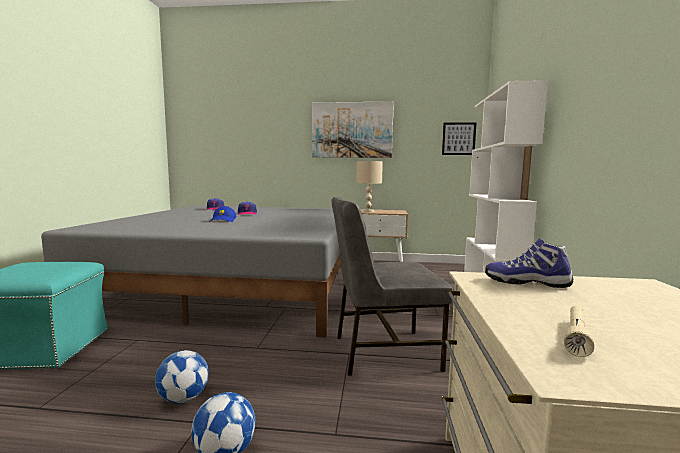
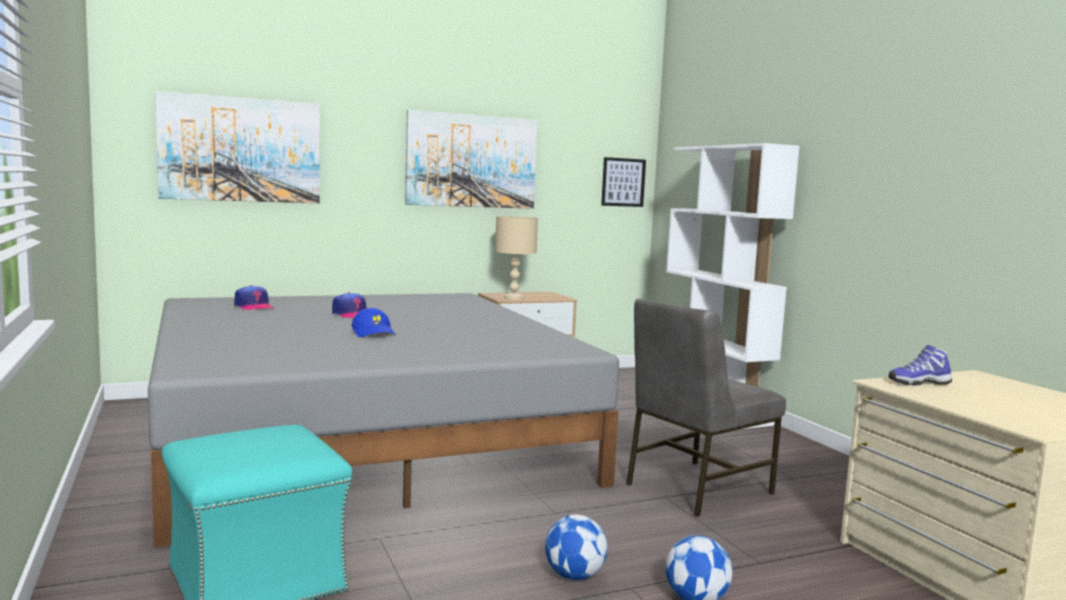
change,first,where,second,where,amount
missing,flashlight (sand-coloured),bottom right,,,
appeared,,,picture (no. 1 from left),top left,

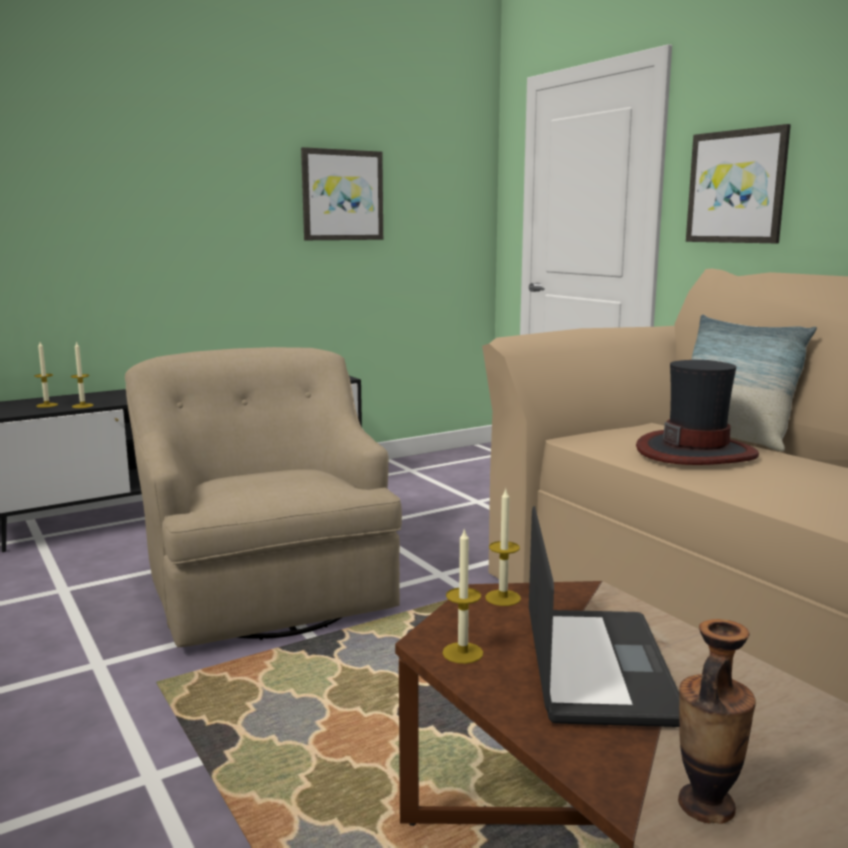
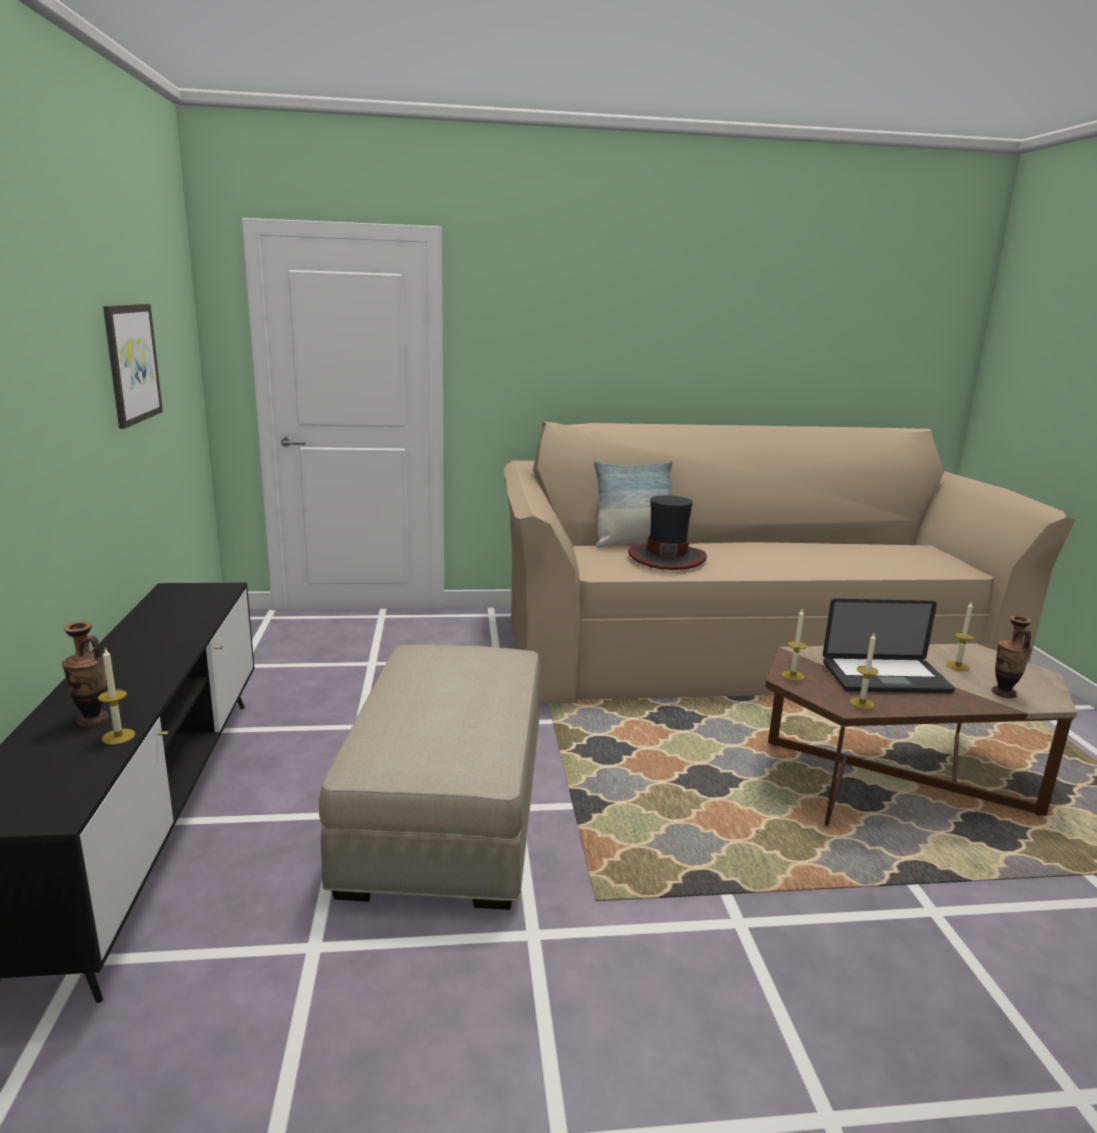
change,first,where,second,where,amount
relocated,wax candle (no. 1 from left in the first image),middle left,wax candle (no. 4 from left),middle right,
exchanged,lounge chair (sand-coloured),middle left,footrest (sand-coloured),bottom centre,
spun,laptop,bottom right,,middle right,150 degrees clockwise
missing,picture (no. 2 from left),top right,,,
appeared,,,flower vase (no. 1 from left),middle left,

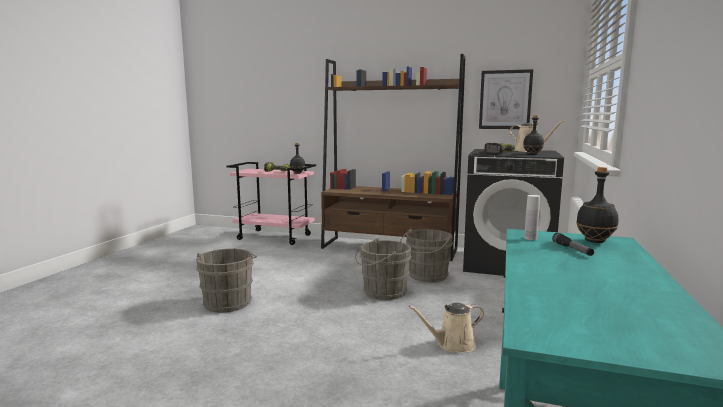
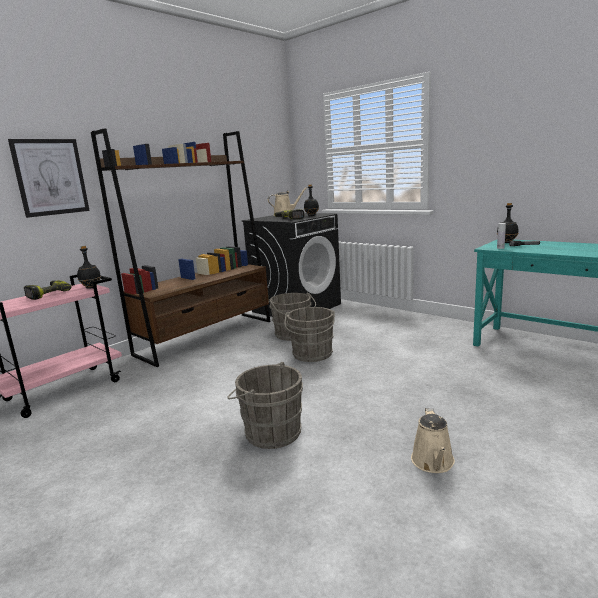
change,first,where,second,where,amount
relocated,watering can (sand-coloured) (no. 1 from left in the first image),bottom centre,watering can (sand-coloured) (no. 2 from left),bottom right,
relocated,picture,top right,,top left,

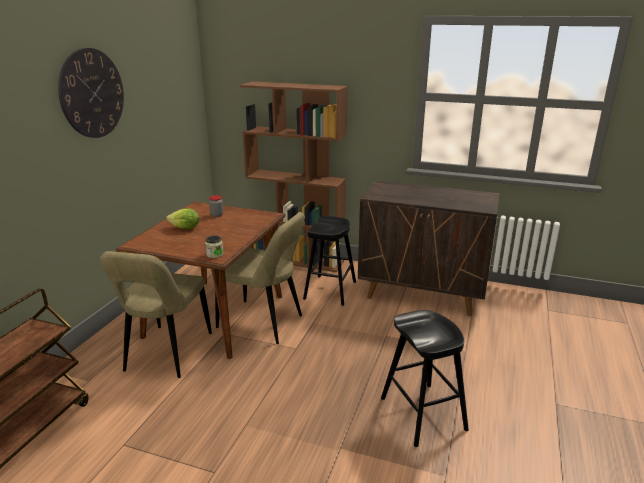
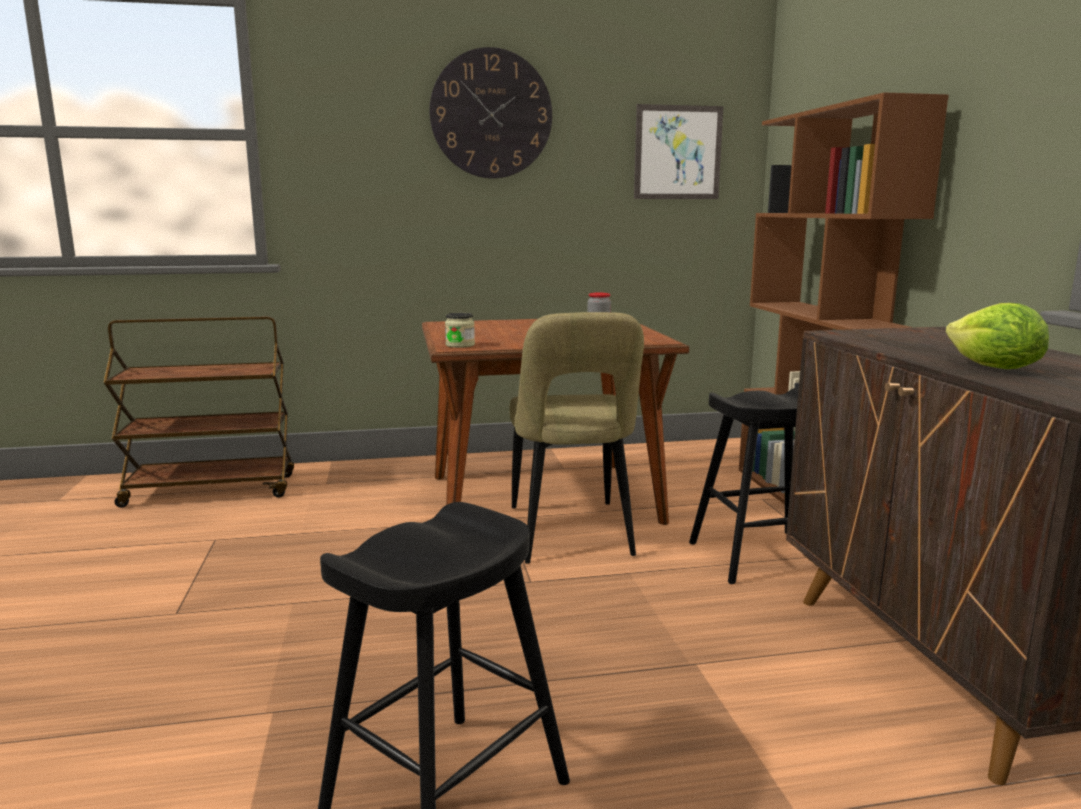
change,first,where,second,where,amount
missing,plain chair (sand-coloured) (no. 1 from left),middle left,,,
relocated,head of lettuce,middle left,,middle right,
appeared,,,picture,top centre,

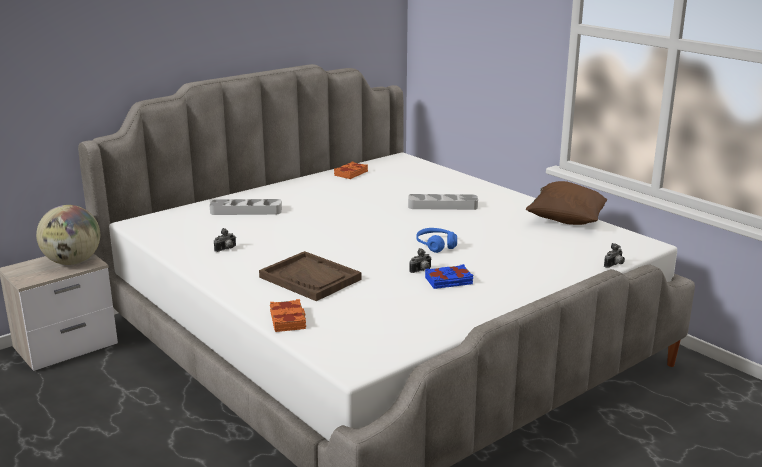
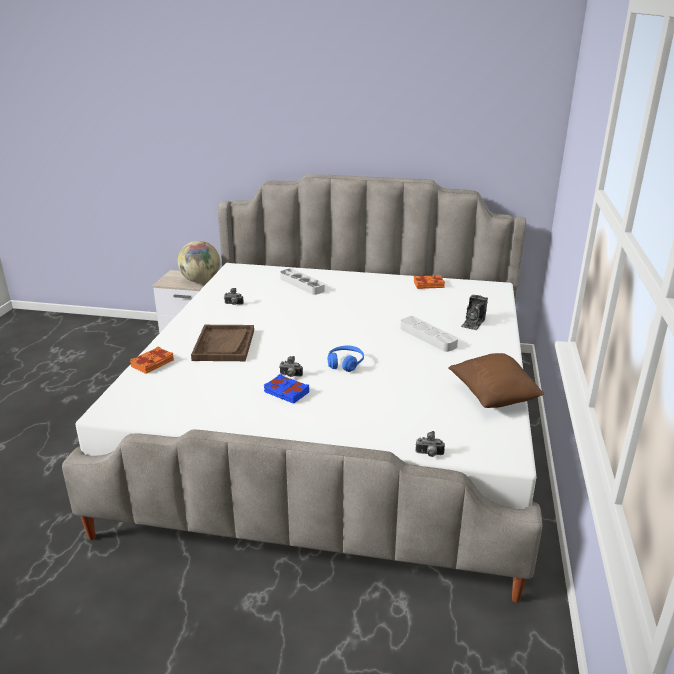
change,first,where,second,where,amount
appeared,,,still camera (no. 4 from left),middle right,

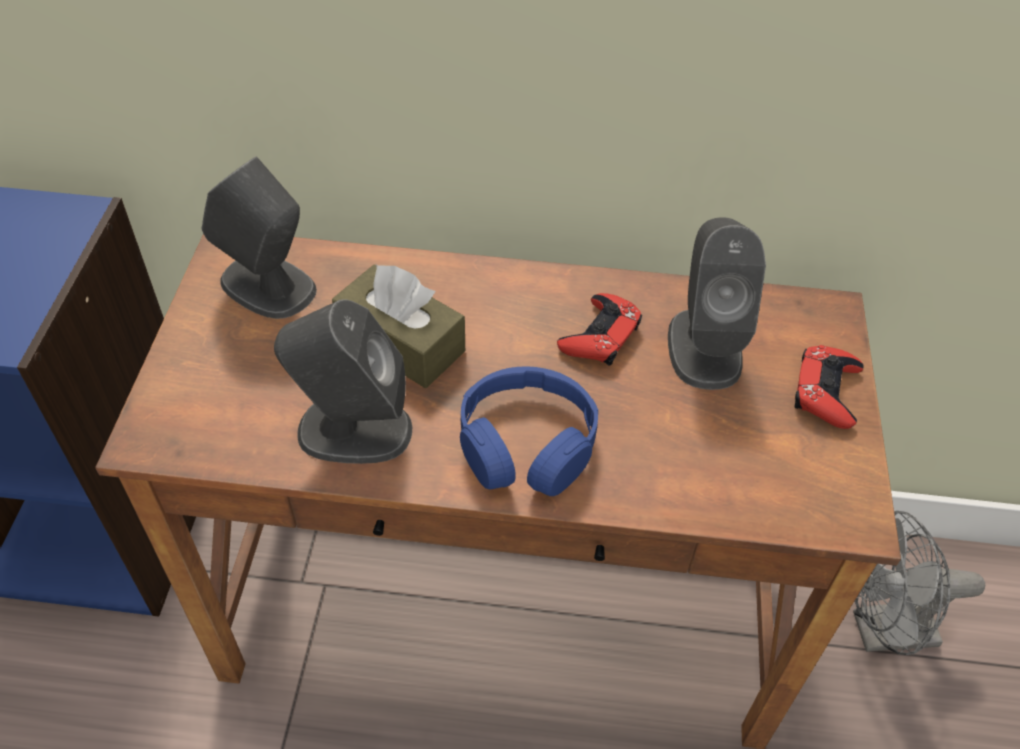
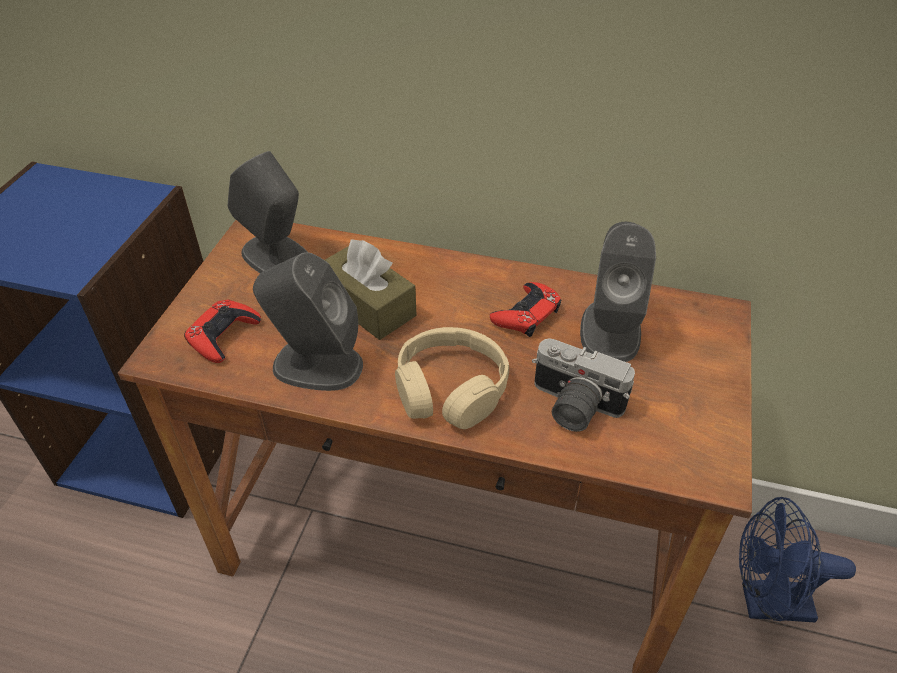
change,first,where,second,where,amount
colour,headset (blue),centre,headset (sand-coloured),centre,
relocated,gamepad (red-coloured) (no. 2 from left in the first image),middle right,gamepad (red-coloured) (no. 1 from left),middle left,
colour,fan (grey),bottom right,fan (blue),bottom right,
appeared,,,still camera,centre,

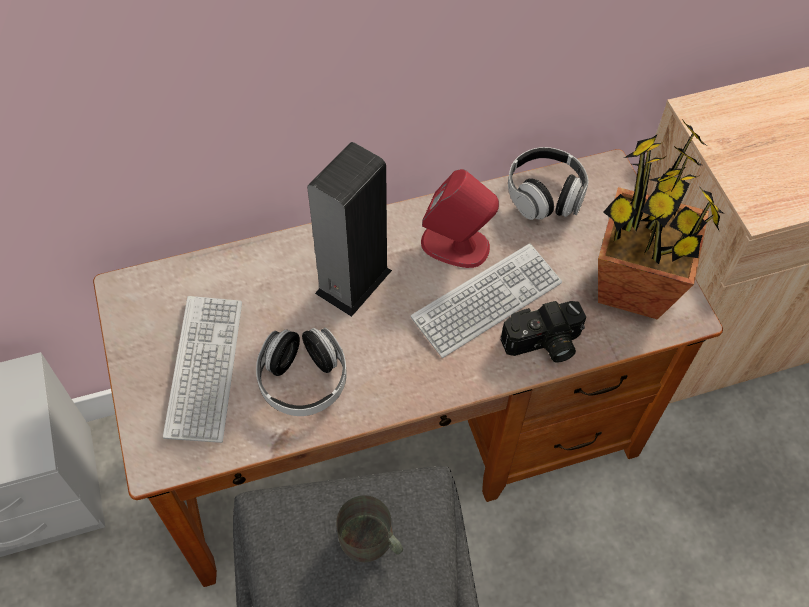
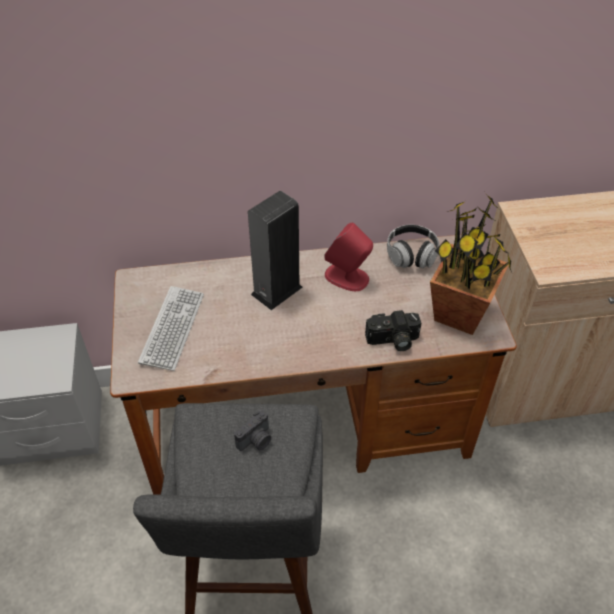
change,first,where,second,where,amount
missing,headset (no. 1 from left),centre,,,
exchanged,mug (grey),bottom centre,still camera (no. 1 from left),bottom centre,
missing,PC keyboard (no. 2 from left),centre,,,

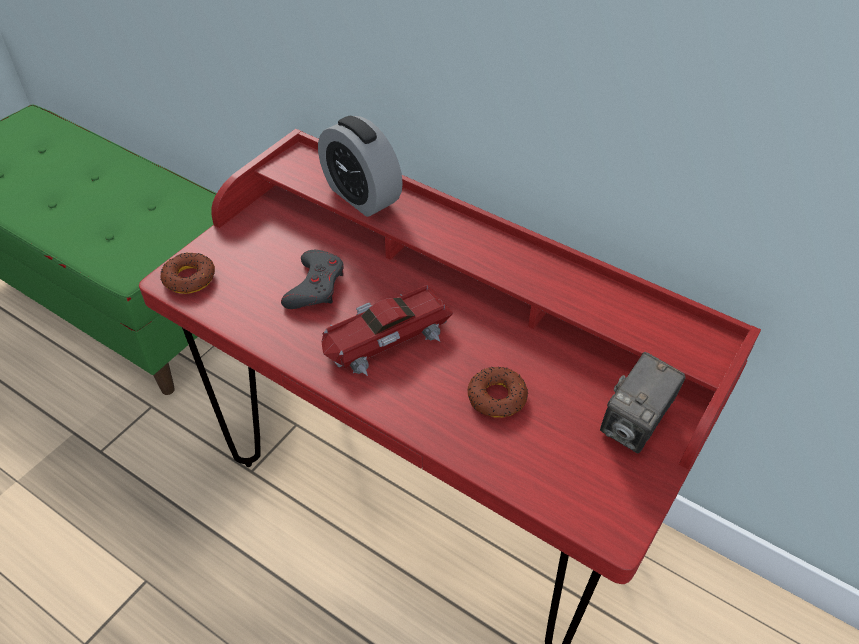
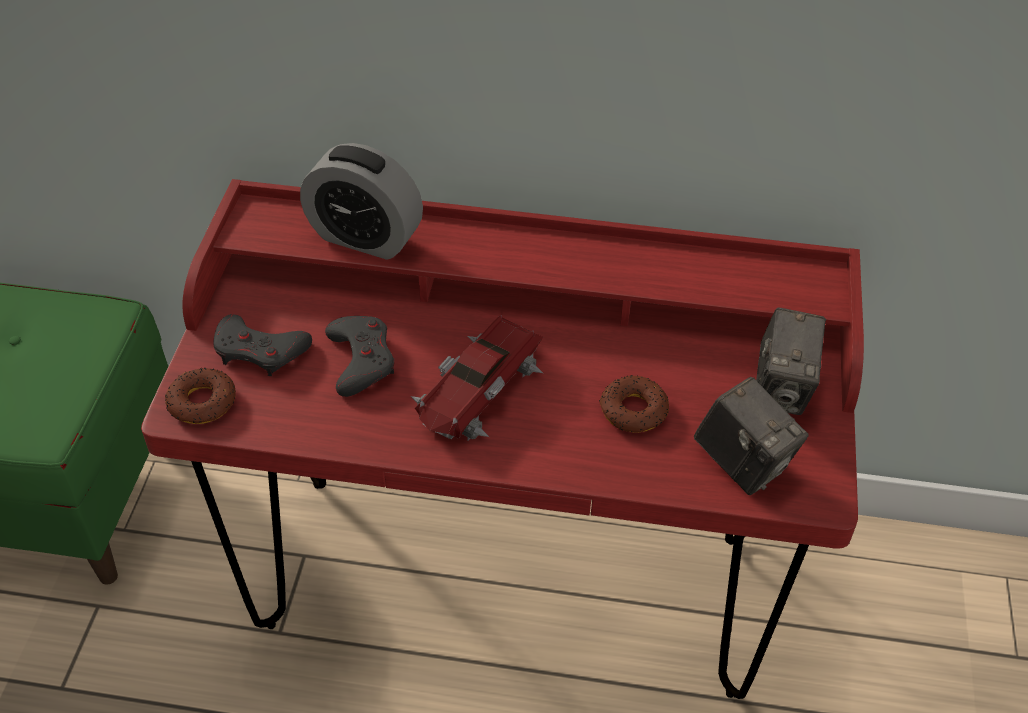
change,first,where,second,where,amount
appeared,,,gamepad (grey) (no. 1 from left),middle left,
appeared,,,still camera (no. 1 from left),middle right,

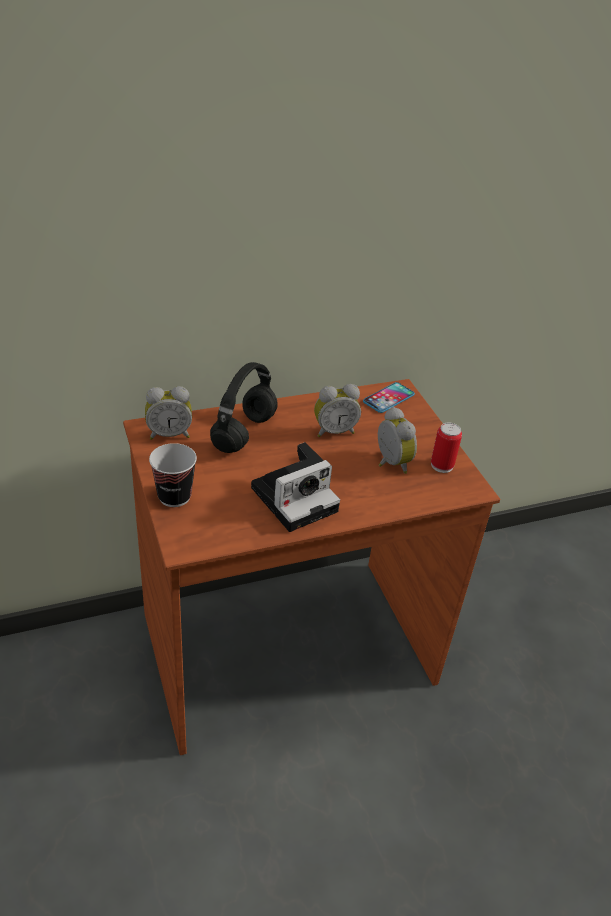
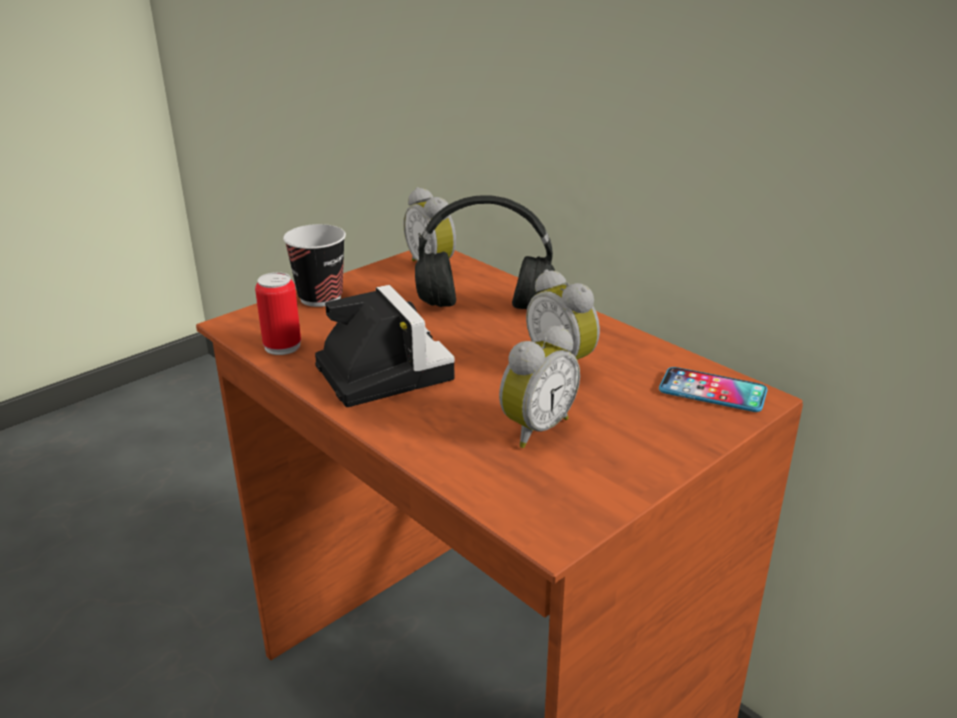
change,first,where,second,where,amount
spun,still camera,centre,,centre,150 degrees counterclockwise
relocated,metal can,middle right,,middle left,

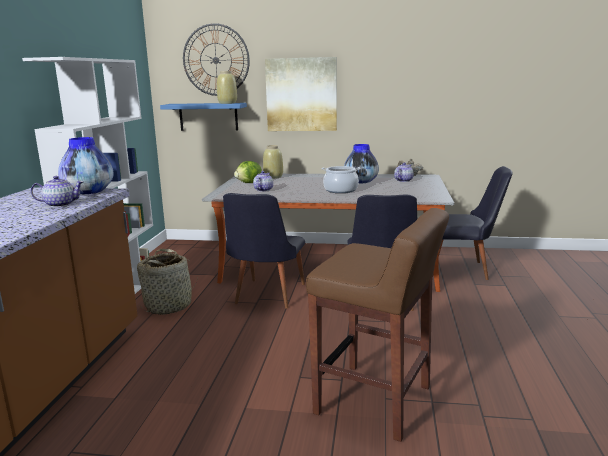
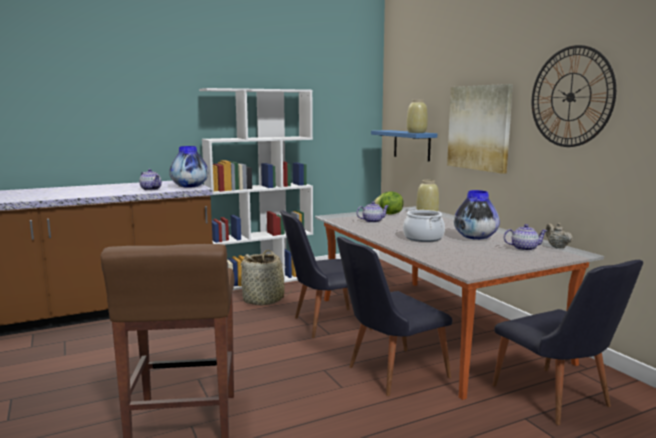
change,first,where,second,where,amount
relocated,hanging clock,top centre,,top right,

